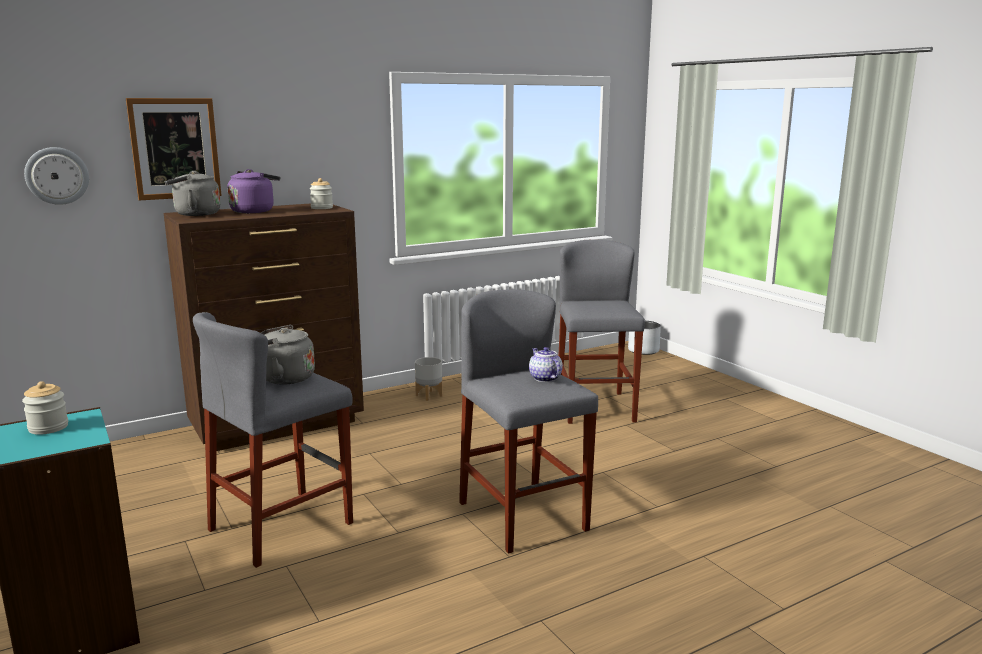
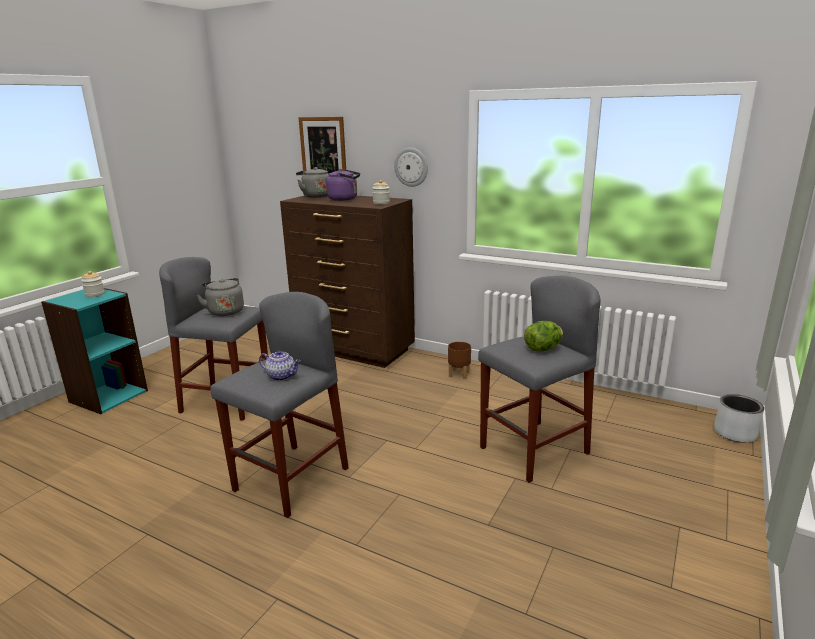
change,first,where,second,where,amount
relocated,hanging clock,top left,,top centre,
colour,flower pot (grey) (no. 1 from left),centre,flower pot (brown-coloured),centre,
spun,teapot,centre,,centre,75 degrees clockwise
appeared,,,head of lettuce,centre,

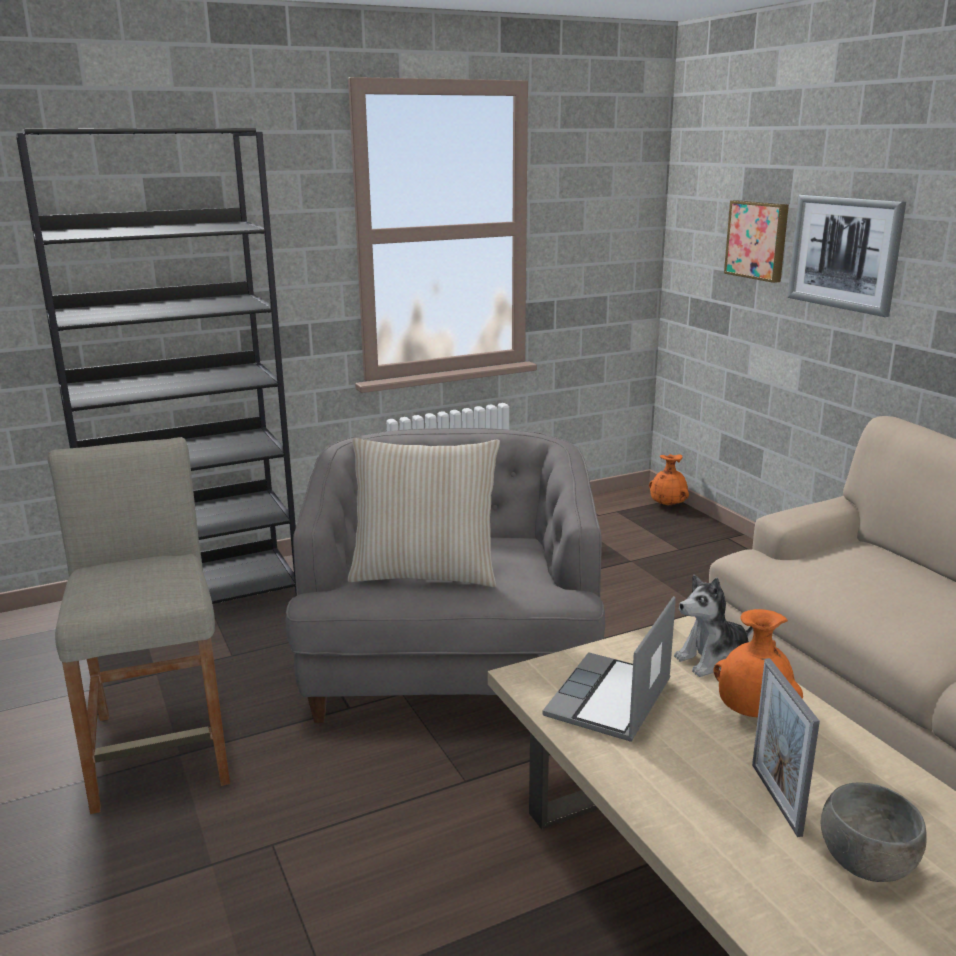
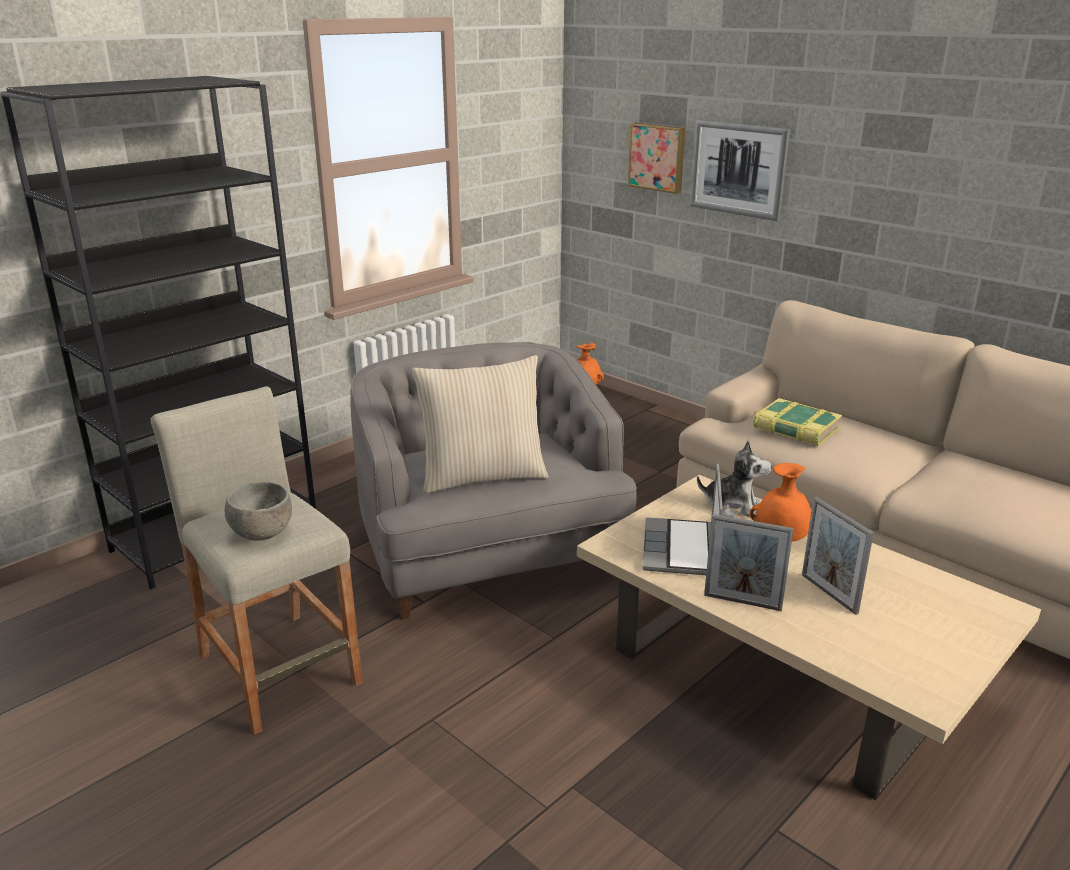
change,first,where,second,where,amount
spun,cuddly toy,middle right,,middle right,120 degrees counterclockwise
relocated,serving bowl (grey),bottom right,,middle left,
appeared,,,photo frame (no. 1 from left),middle right,
appeared,,,bound book,middle right,

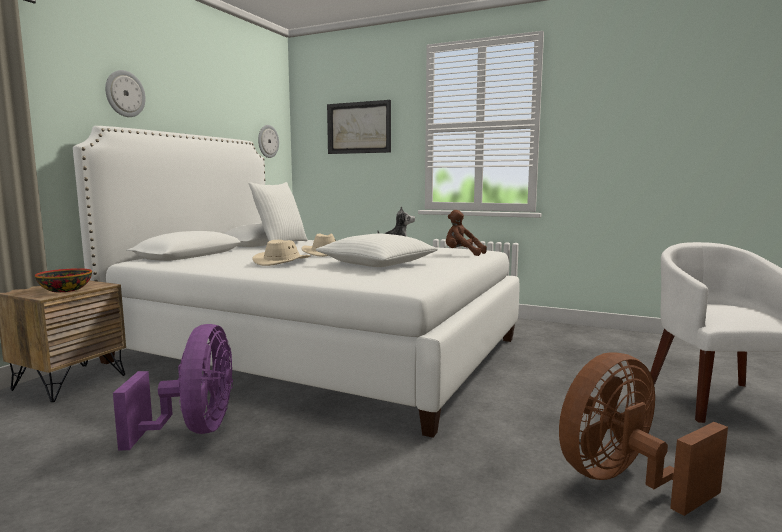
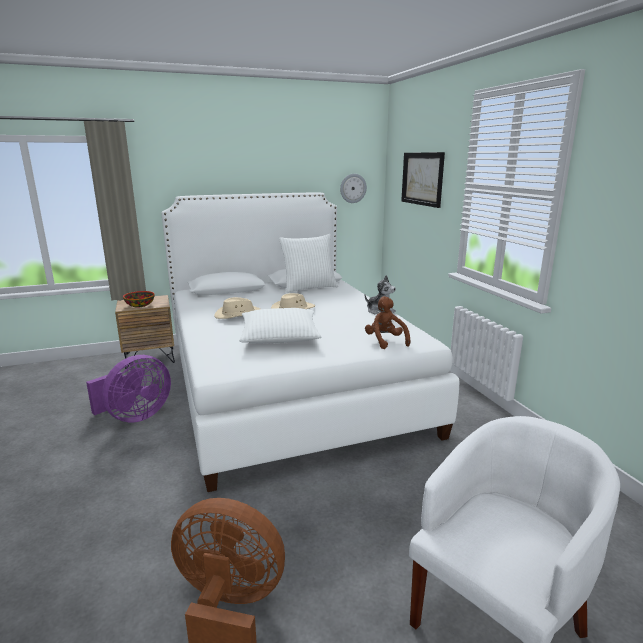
change,first,where,second,where,amount
missing,hanging clock (no. 1 from left),top left,,,

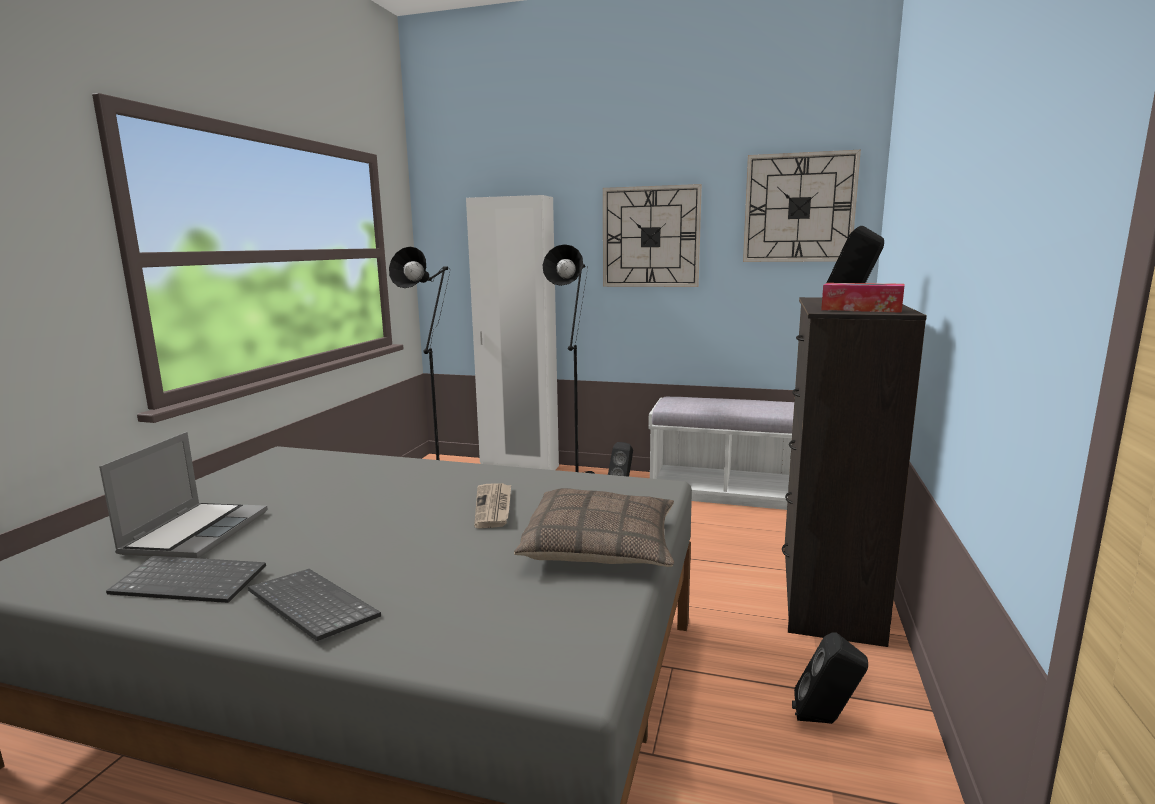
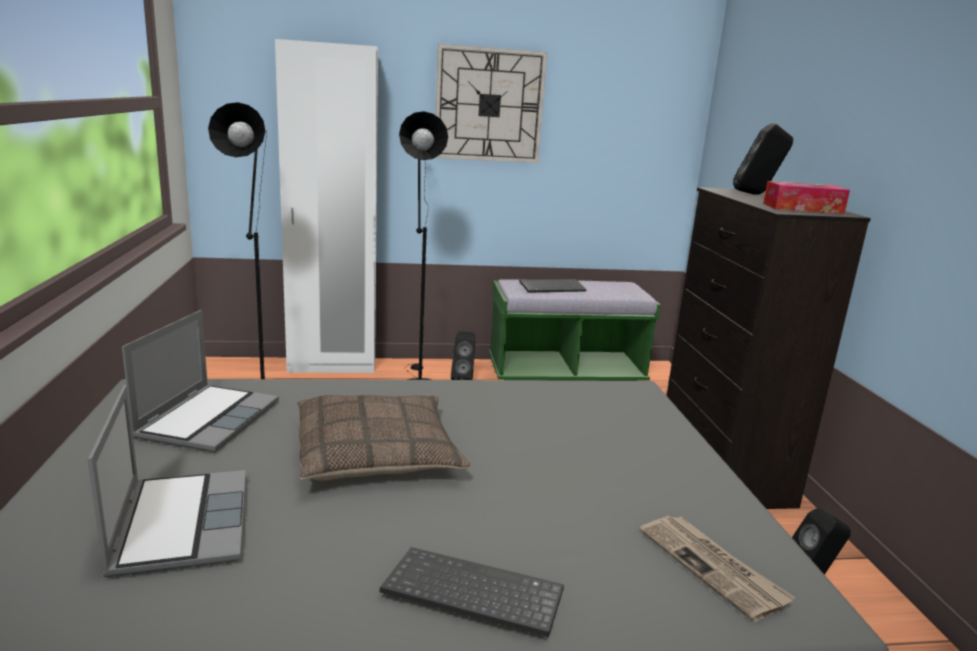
change,first,where,second,where,amount
relocated,PC keyboard (no. 1 from left in the first image),bottom left,PC keyboard (no. 2 from left),centre,
relocated,daily paper,centre,,bottom right,
relocated,throw pillow,centre,,bottom centre,
colour,bench (white),centre,bench (green-coloured),centre,
missing,hanging clock (no. 2 from left),top right,,,
appeared,,,laptop (no. 2 from left),middle left,

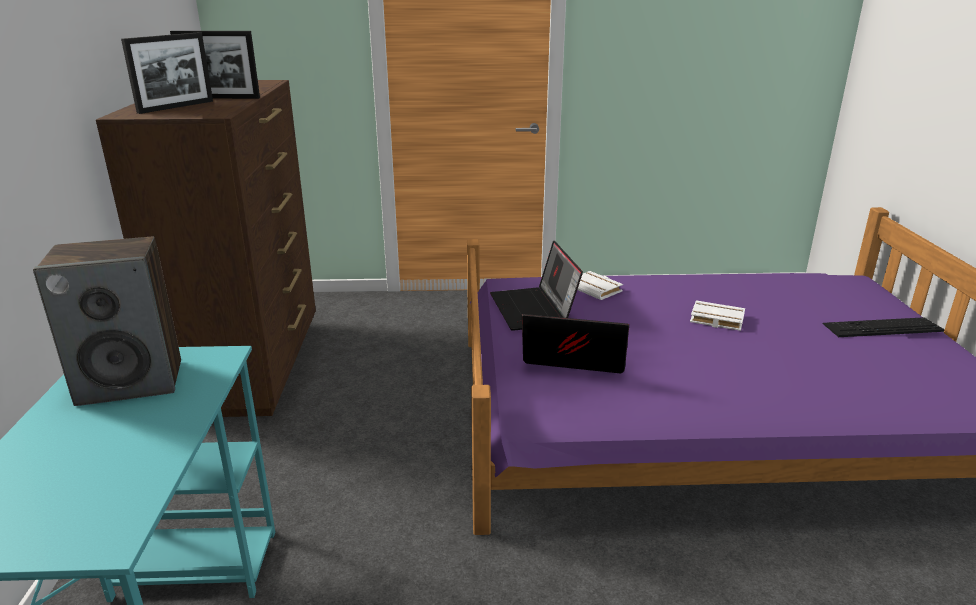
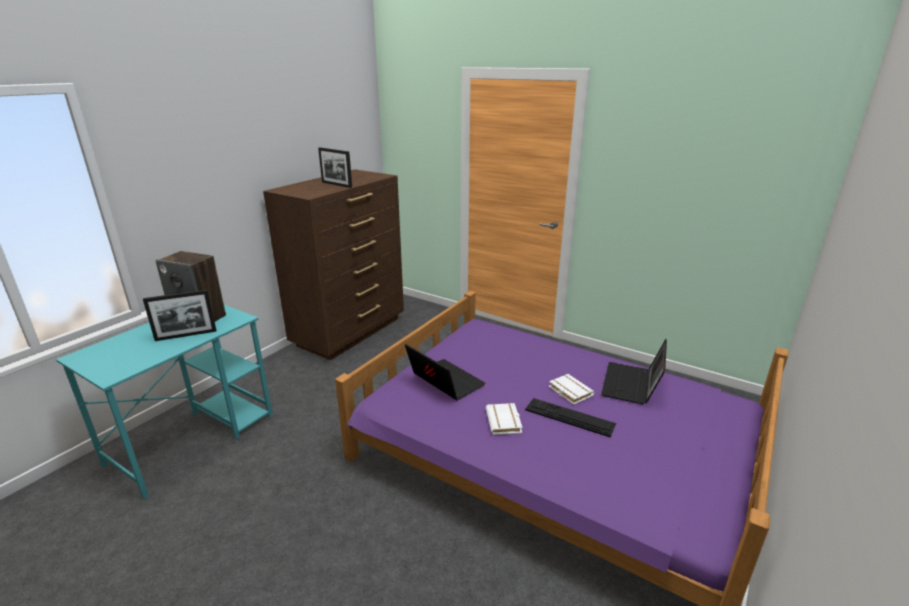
change,first,where,second,where,amount
relocated,photo frame (no. 1 from left),top left,,middle left,
relocated,laptop (no. 1 from left in the first image),centre,laptop (no. 2 from left),middle right,
relocated,bound book (white) (no. 1 from left),centre,,bottom centre,
relocated,PC keyboard,middle right,,bottom centre,

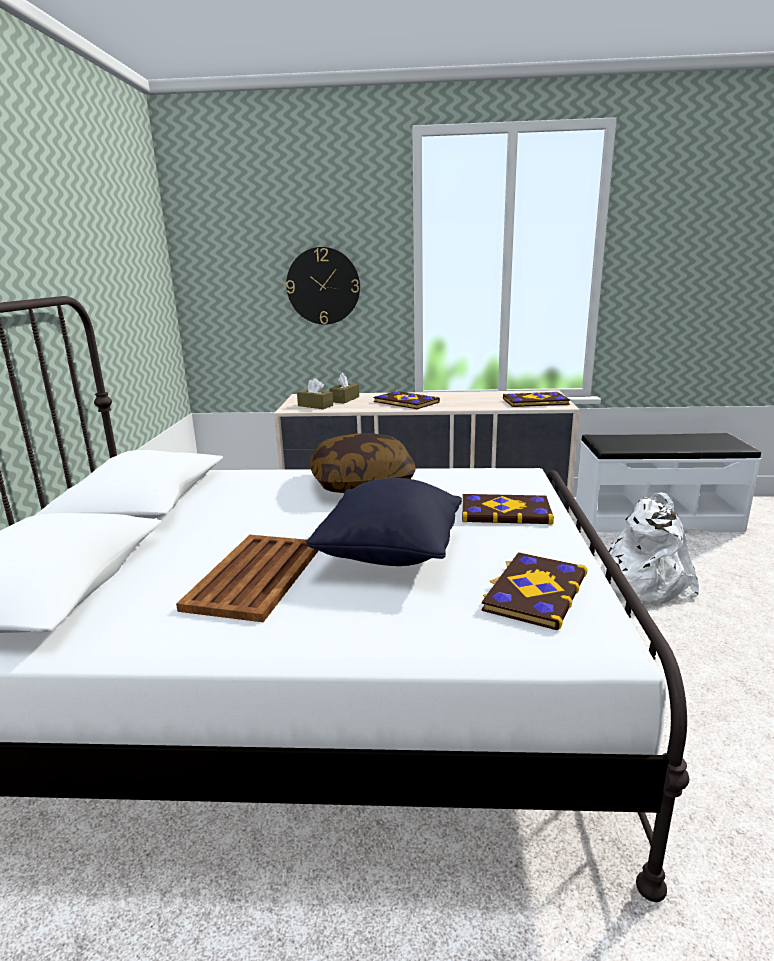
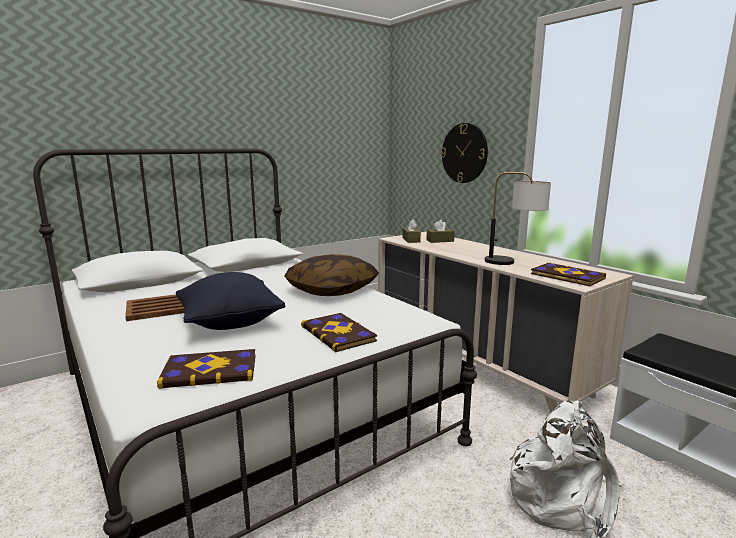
change,first,where,second,where,amount
missing,bound book (no. 1 from left),centre,,,
appeared,,,tabletop lamp,middle right,

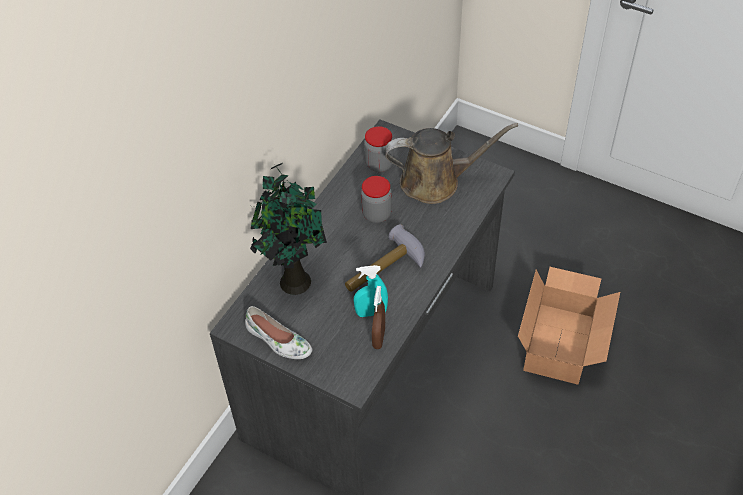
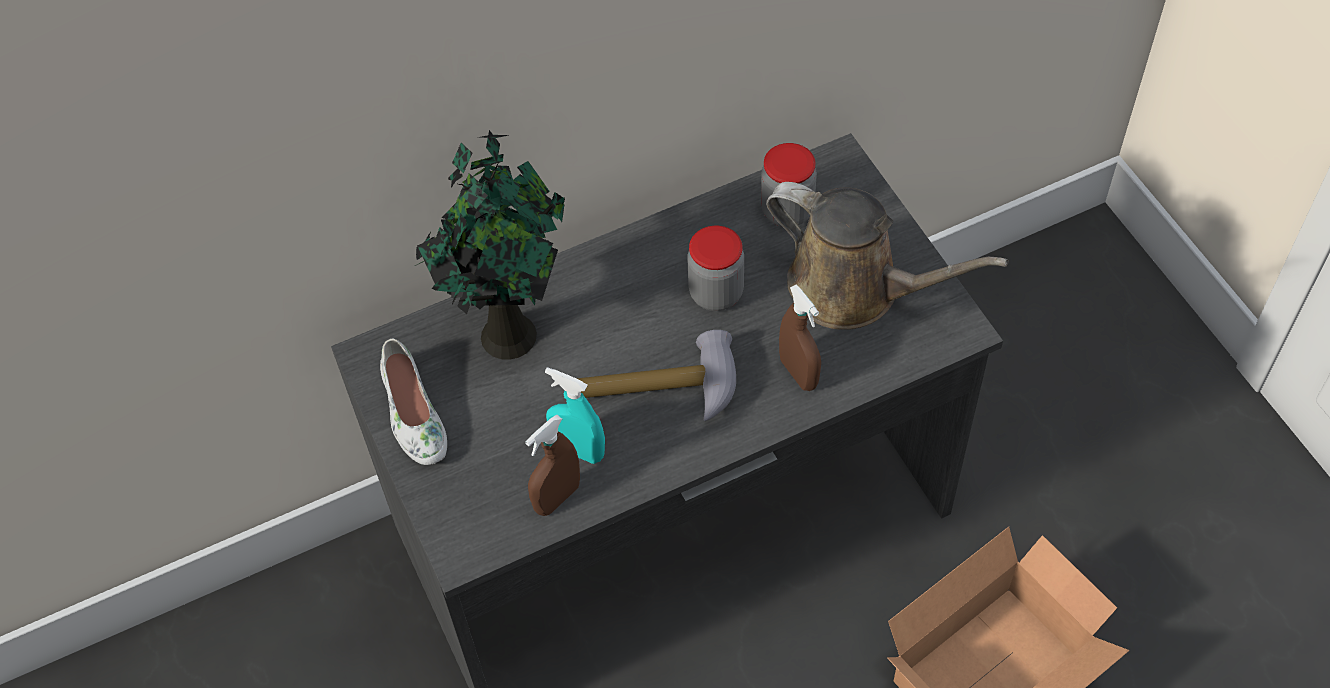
change,first,where,second,where,amount
appeared,,,spray bottle (brown-coloured) (no. 2 from left),centre,

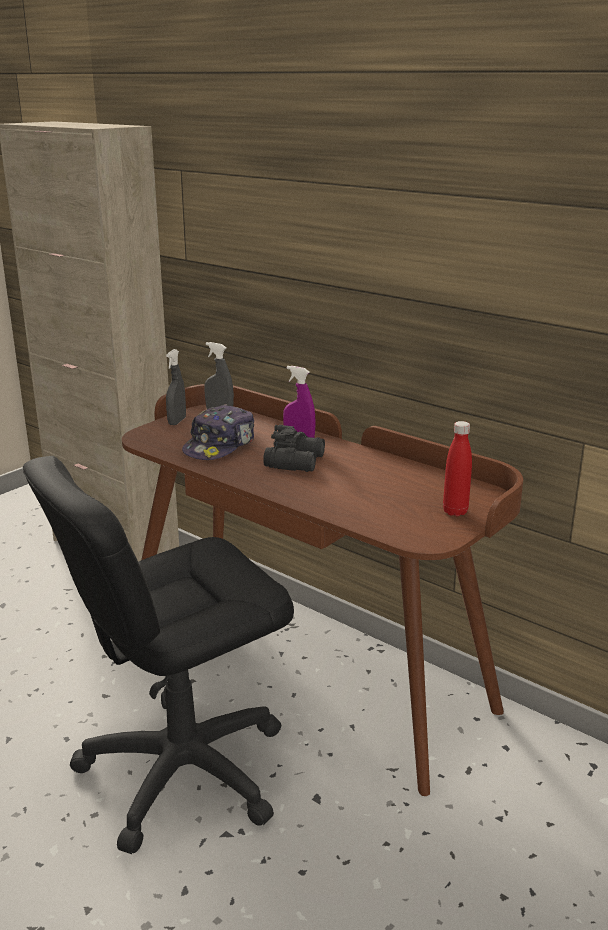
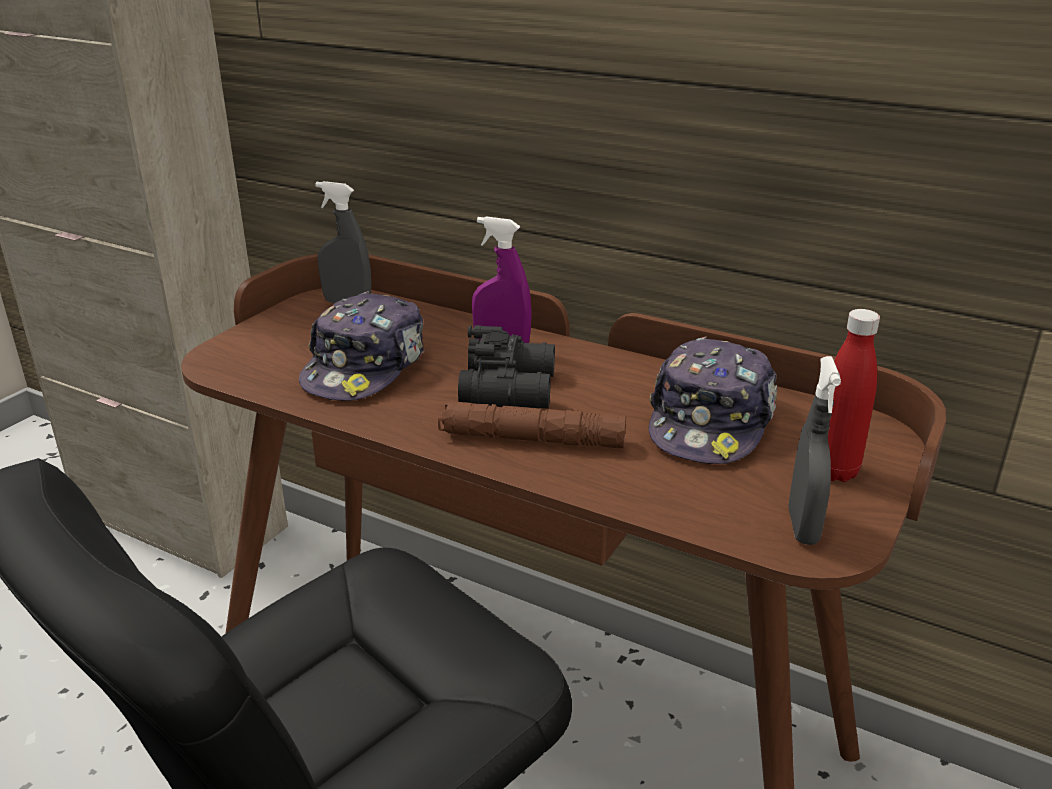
change,first,where,second,where,amount
relocated,spray bottle (grey) (no. 1 from left in the first image),middle left,spray bottle (grey) (no. 2 from left),middle right,
appeared,,,flashlight (brown-coloured),centre,
appeared,,,cap (no. 2 from left),middle right,

